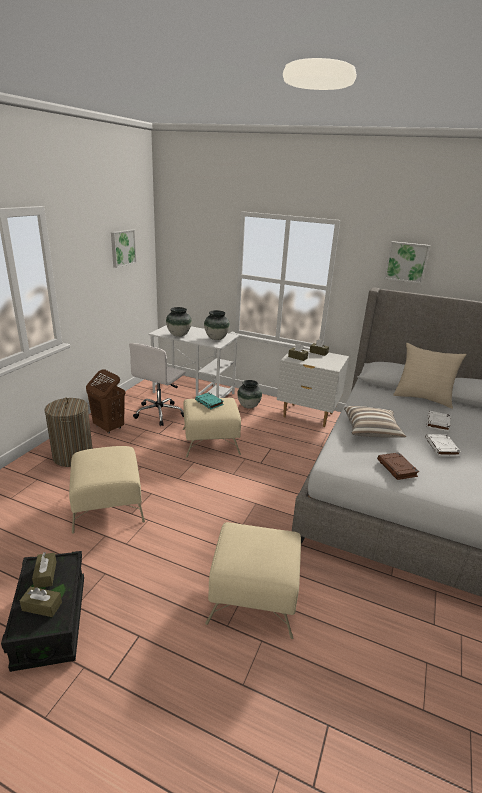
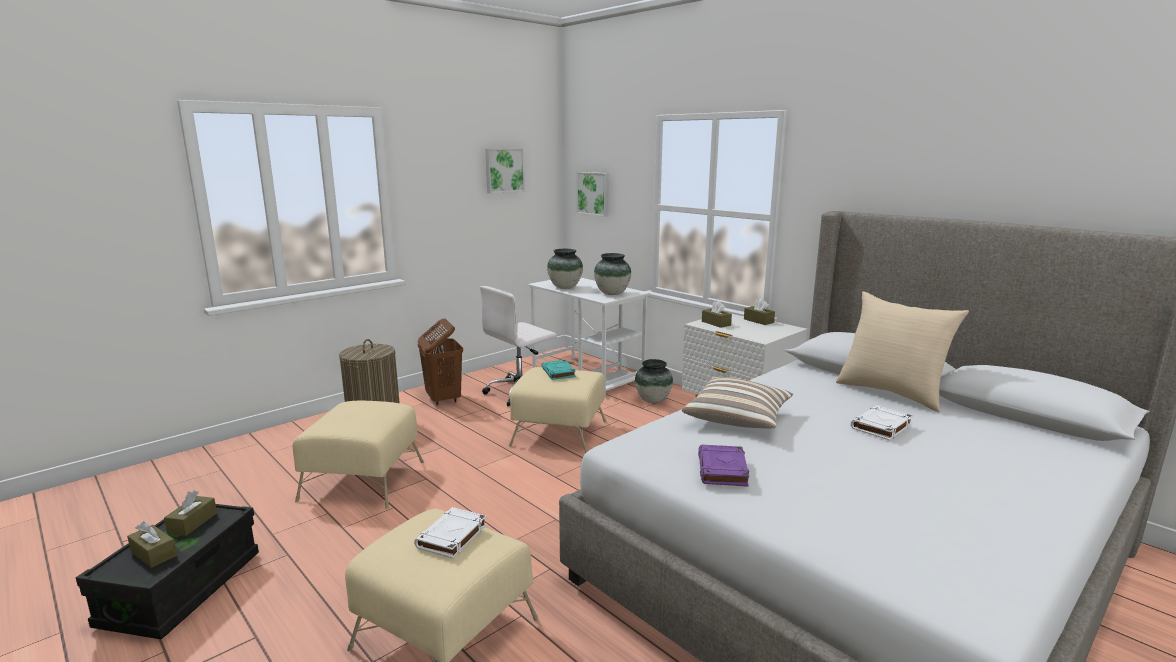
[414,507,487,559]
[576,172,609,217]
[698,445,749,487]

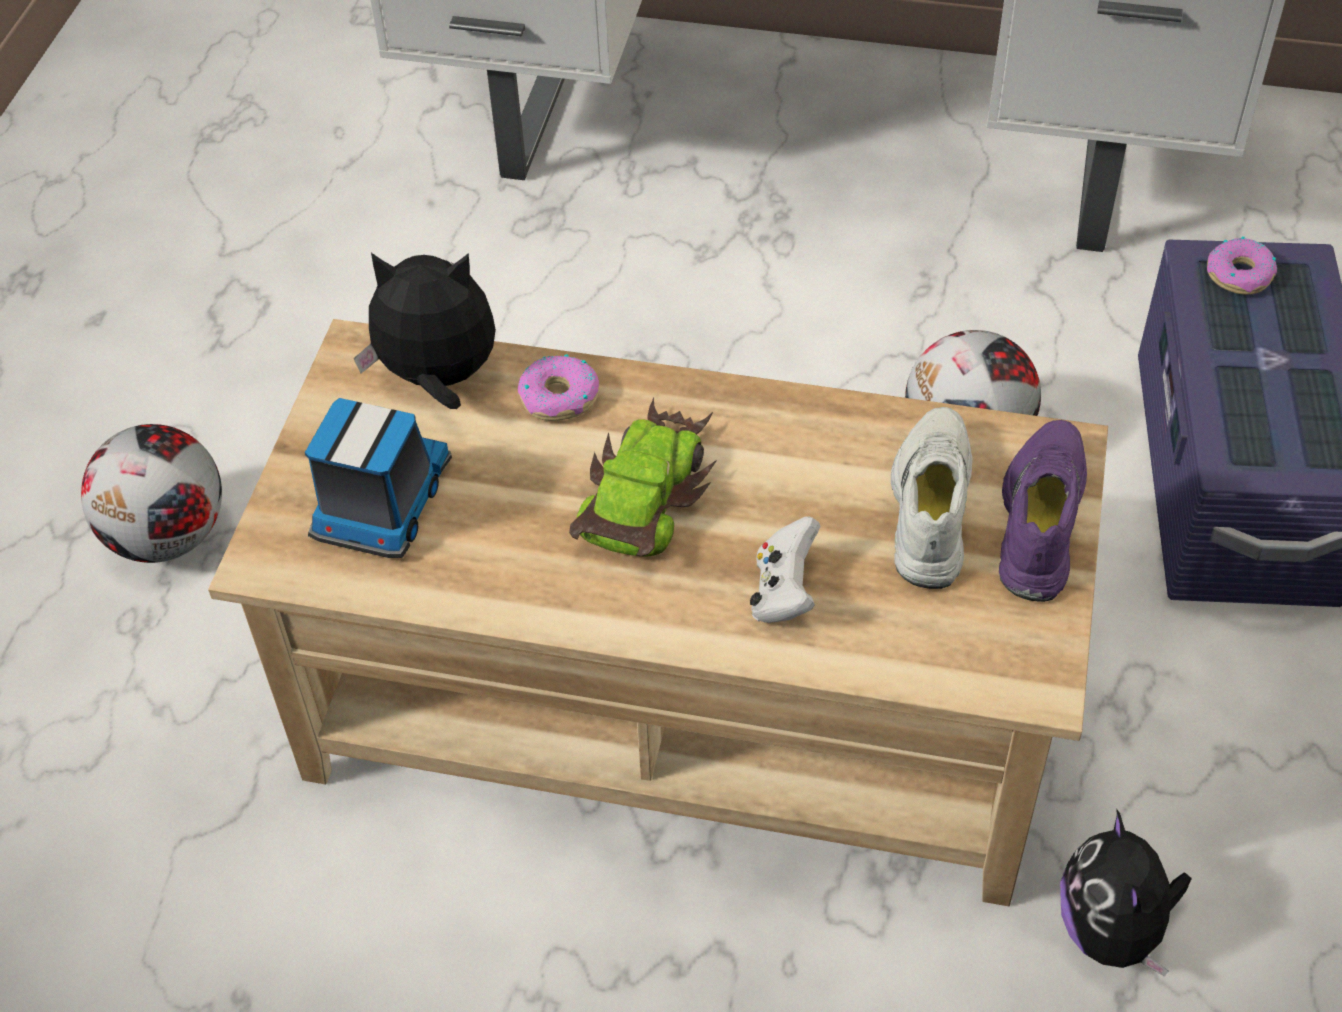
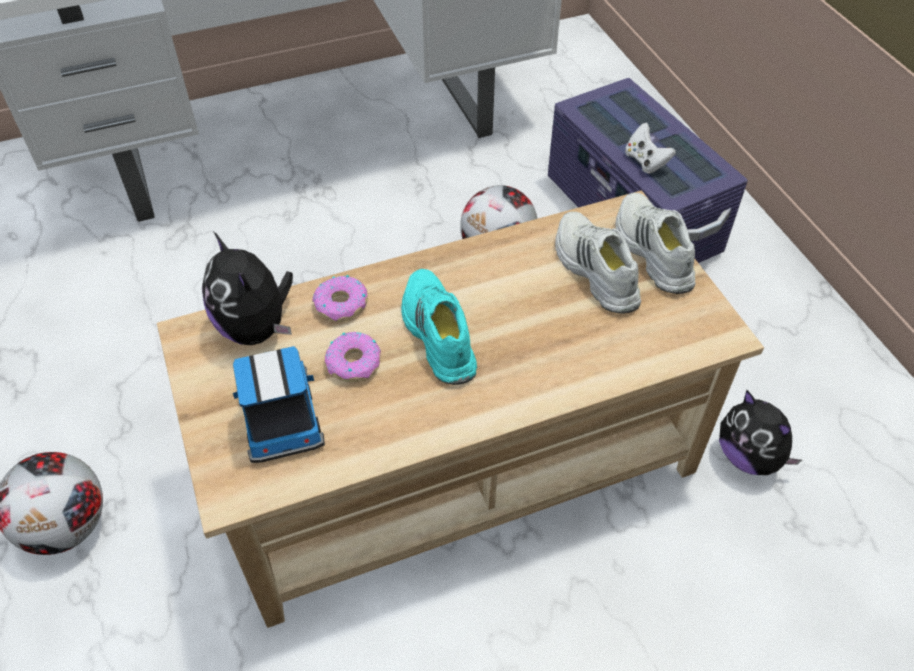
[202,232,293,345]
[325,332,381,382]
[401,269,477,385]
[615,193,696,294]
[625,123,676,174]

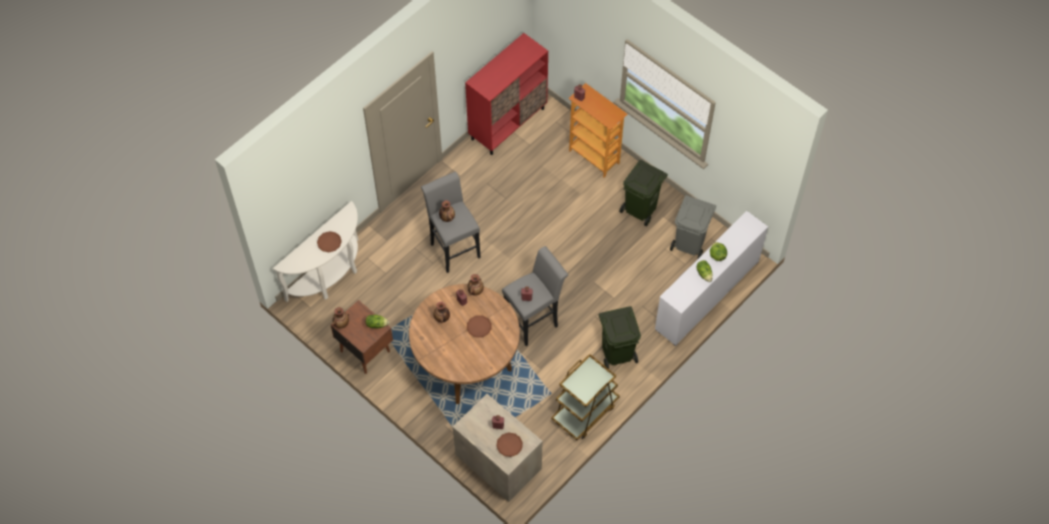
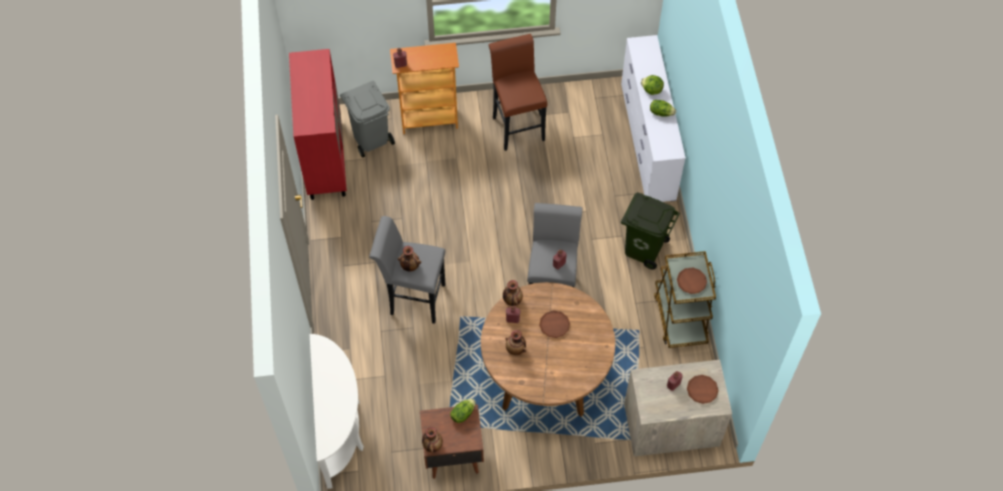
[340,80,395,158]
[489,34,547,151]
[677,267,707,294]

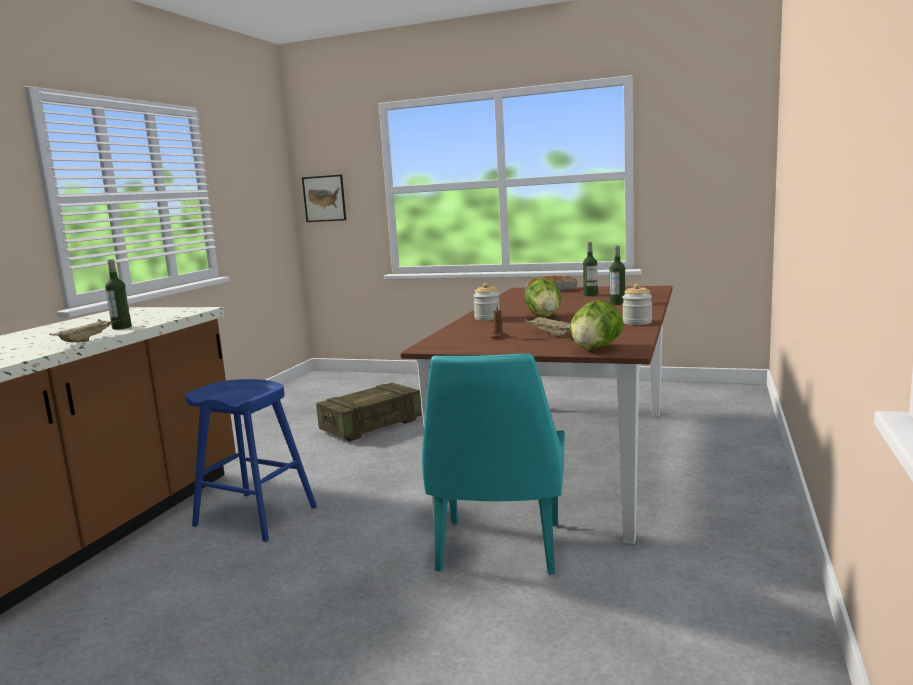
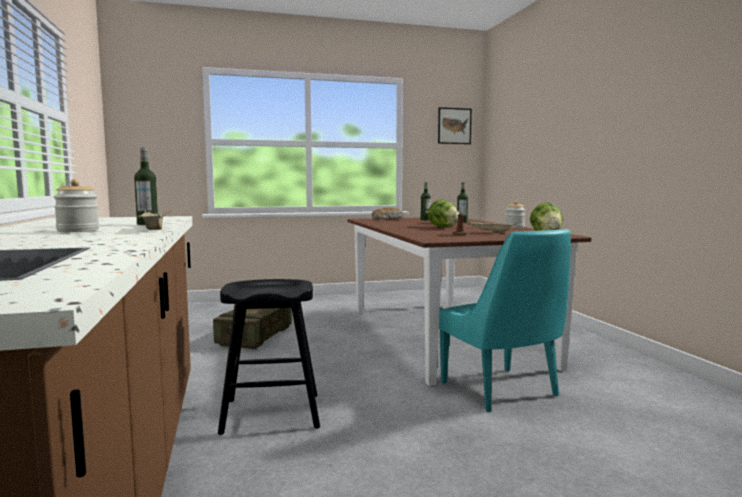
[54,179,99,232]
[218,279,320,435]
[438,107,472,144]

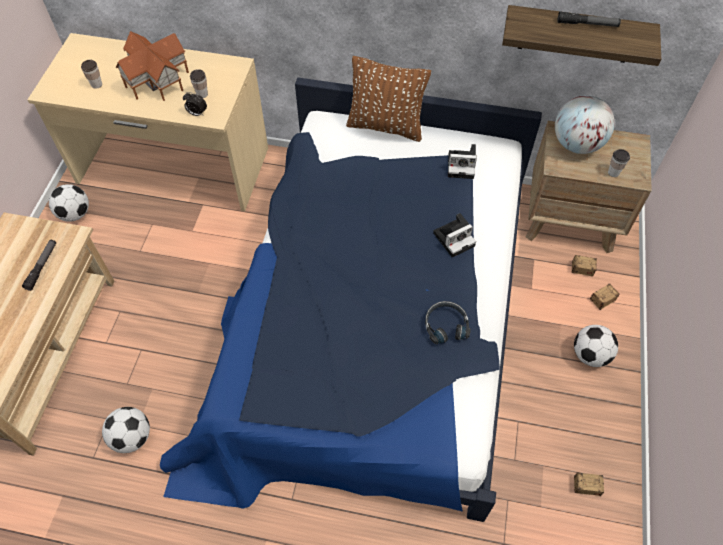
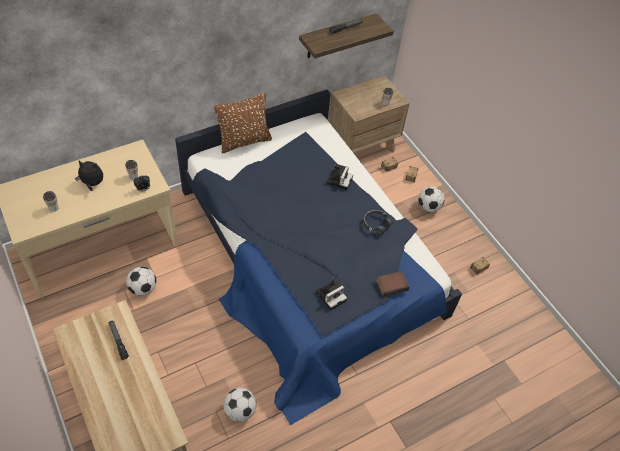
[75,161,103,191]
[126,267,156,296]
[316,277,347,310]
[376,271,409,297]
[555,95,615,154] (first image)

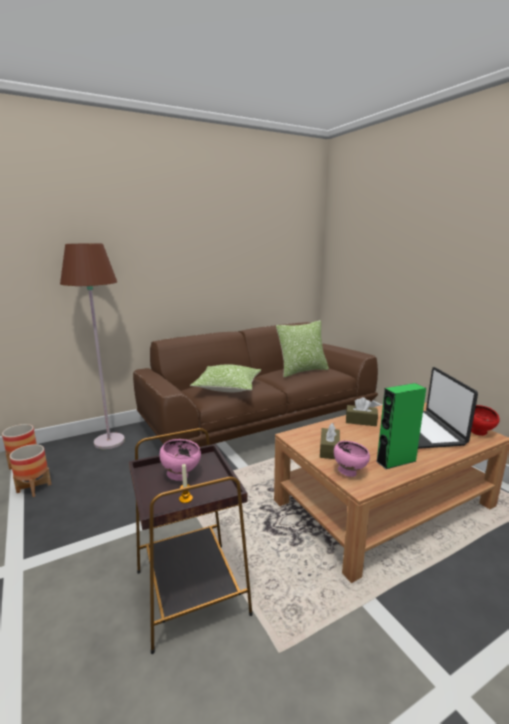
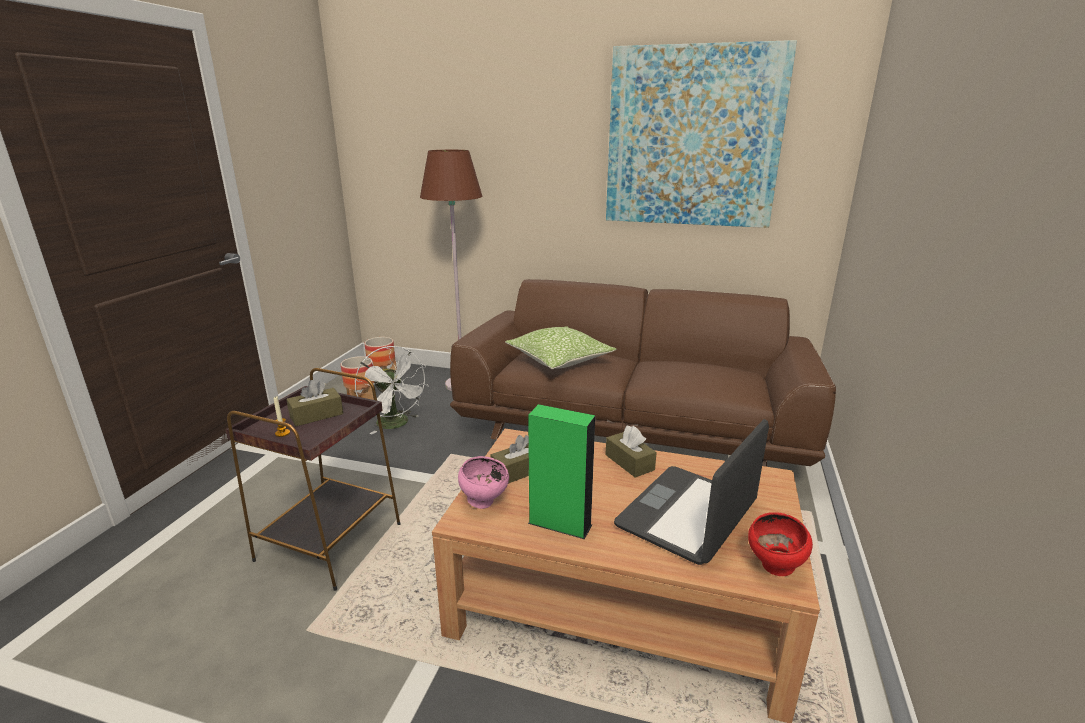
[287,380,343,426]
[355,346,429,434]
[606,40,797,228]
[276,320,329,377] (first image)

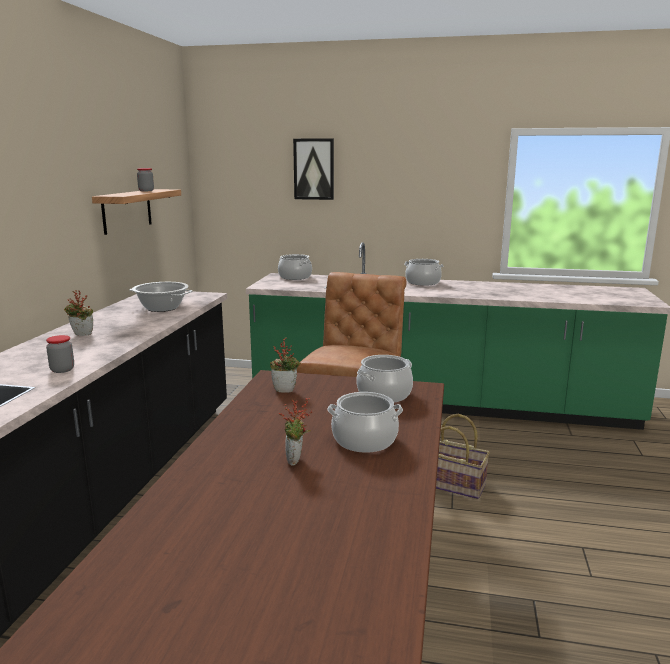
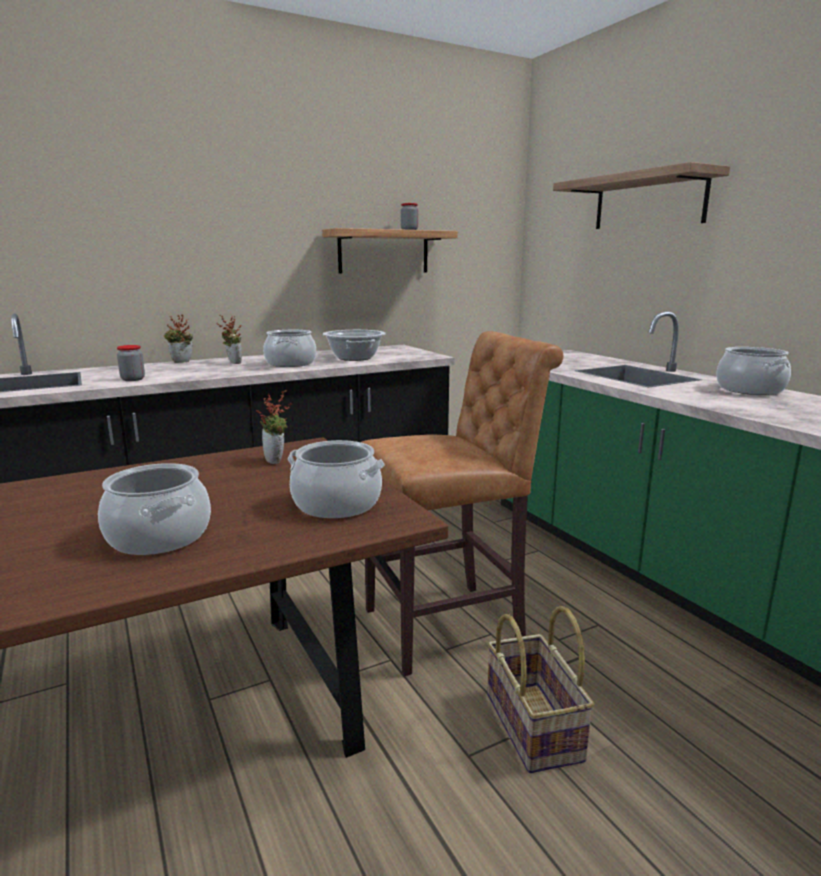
[164,314,193,363]
[263,330,316,367]
[553,162,730,229]

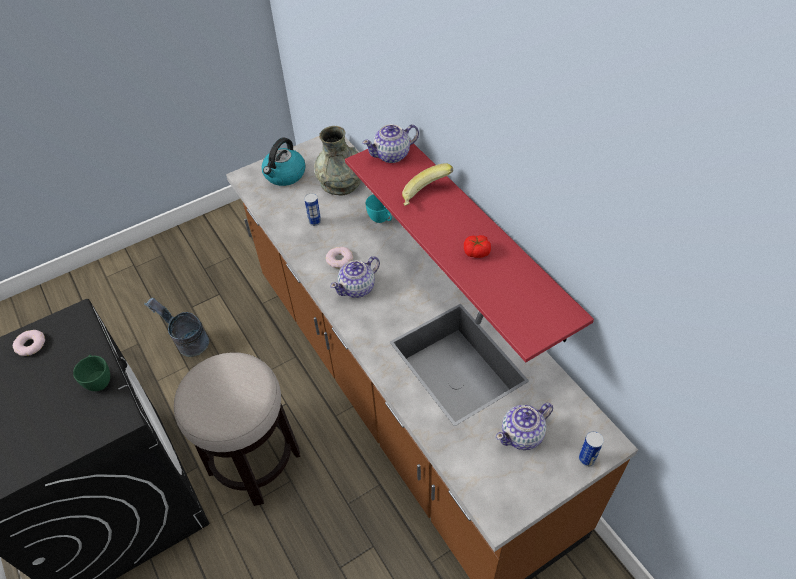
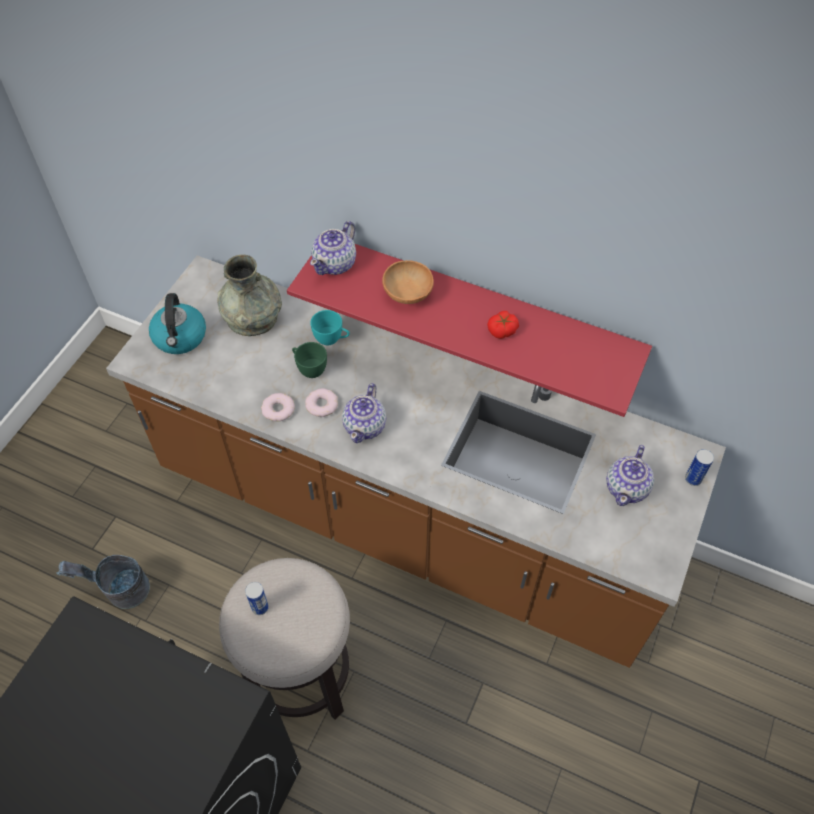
[245,582,269,615]
[261,393,295,421]
[292,342,327,378]
[382,260,434,304]

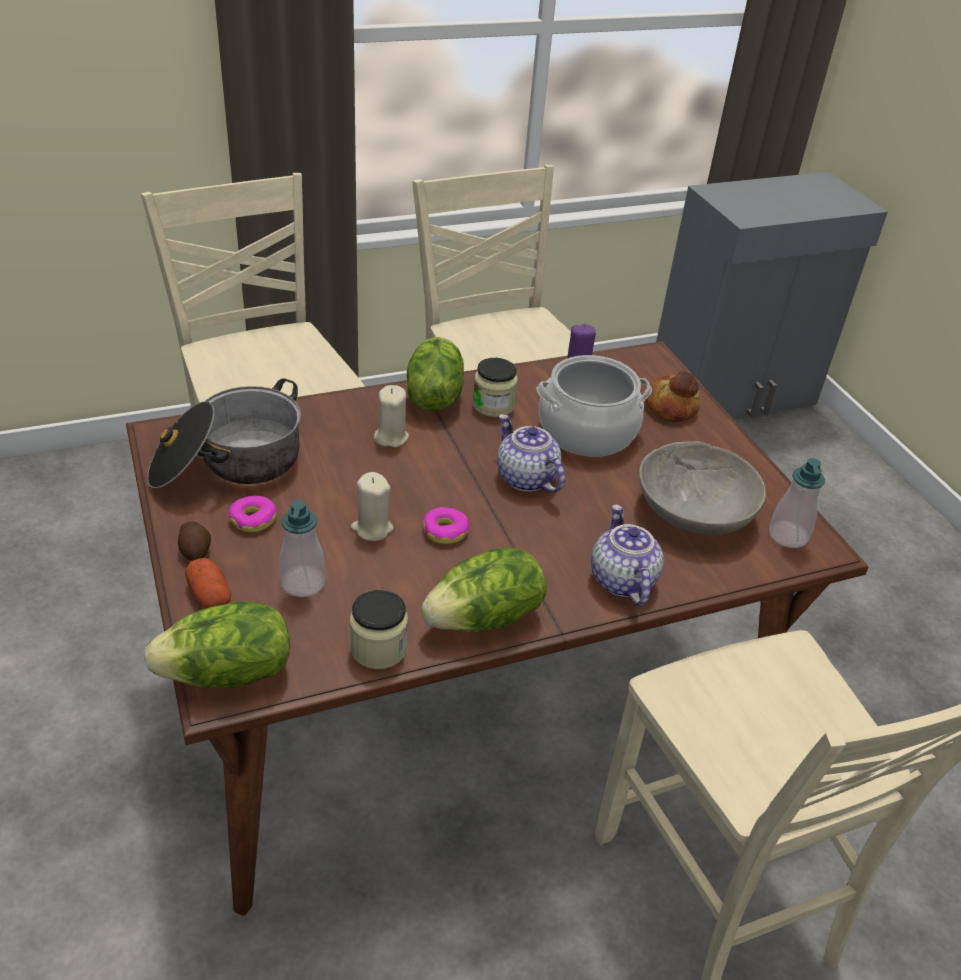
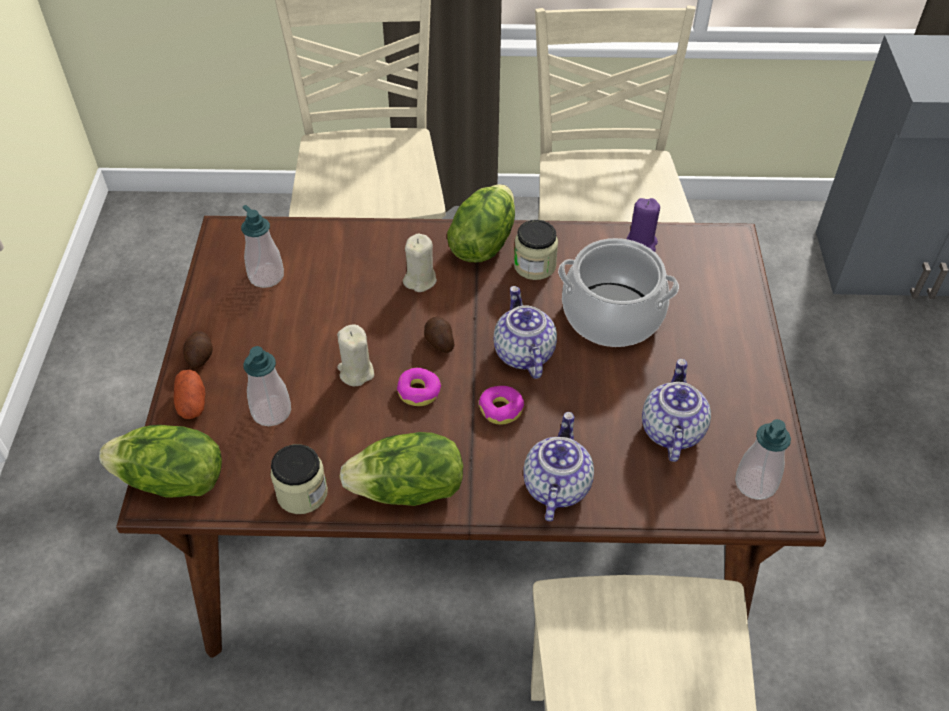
[241,205,284,288]
[424,317,454,353]
[479,386,524,425]
[642,359,711,462]
[645,371,701,422] (first image)

